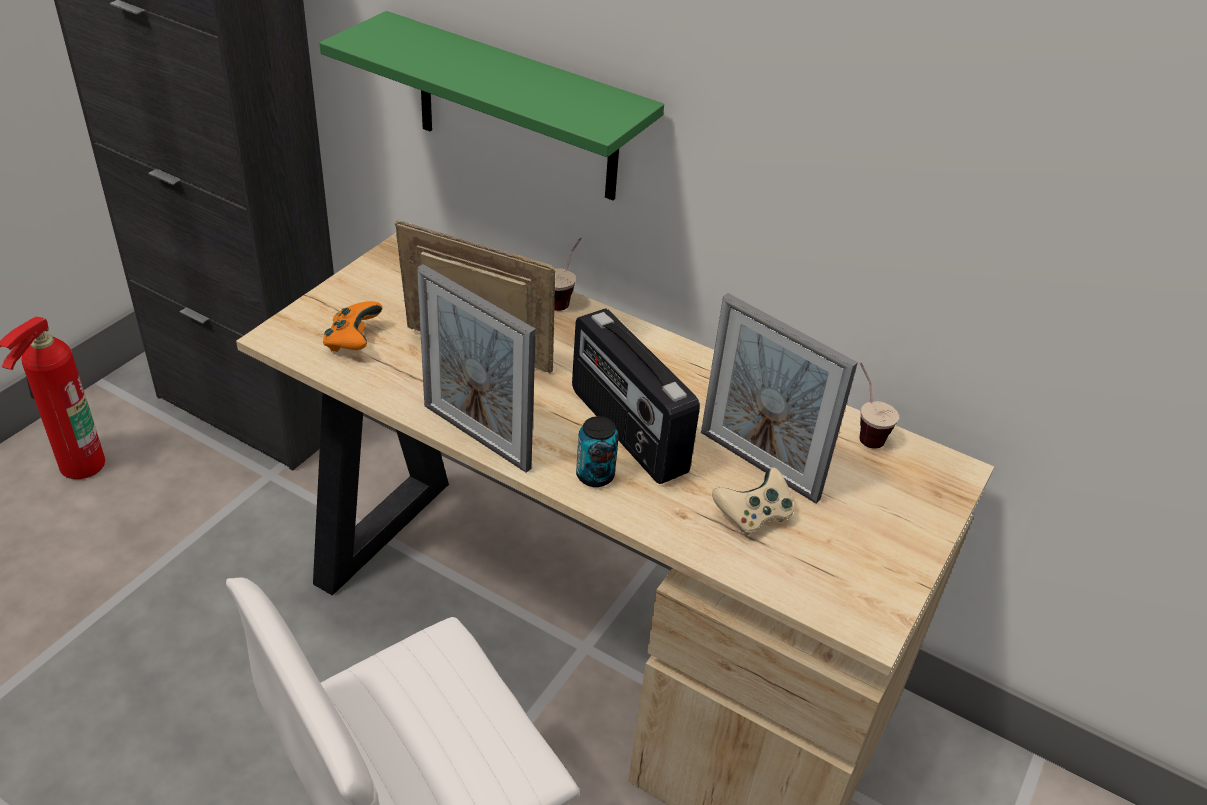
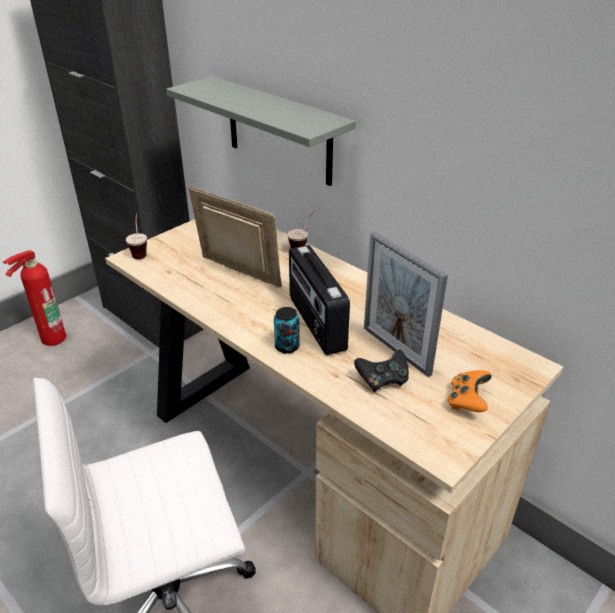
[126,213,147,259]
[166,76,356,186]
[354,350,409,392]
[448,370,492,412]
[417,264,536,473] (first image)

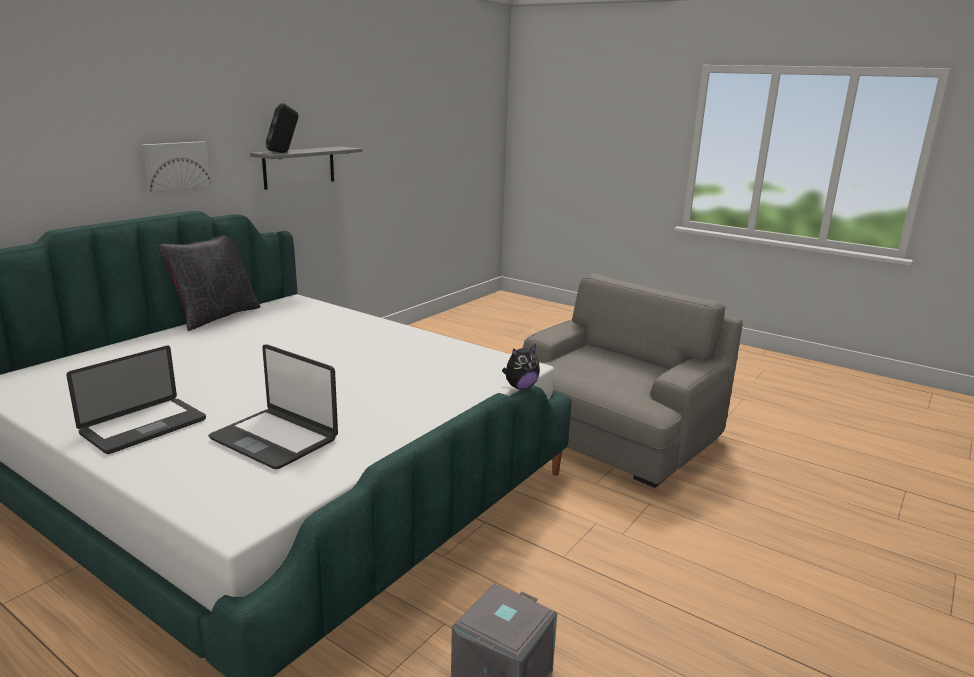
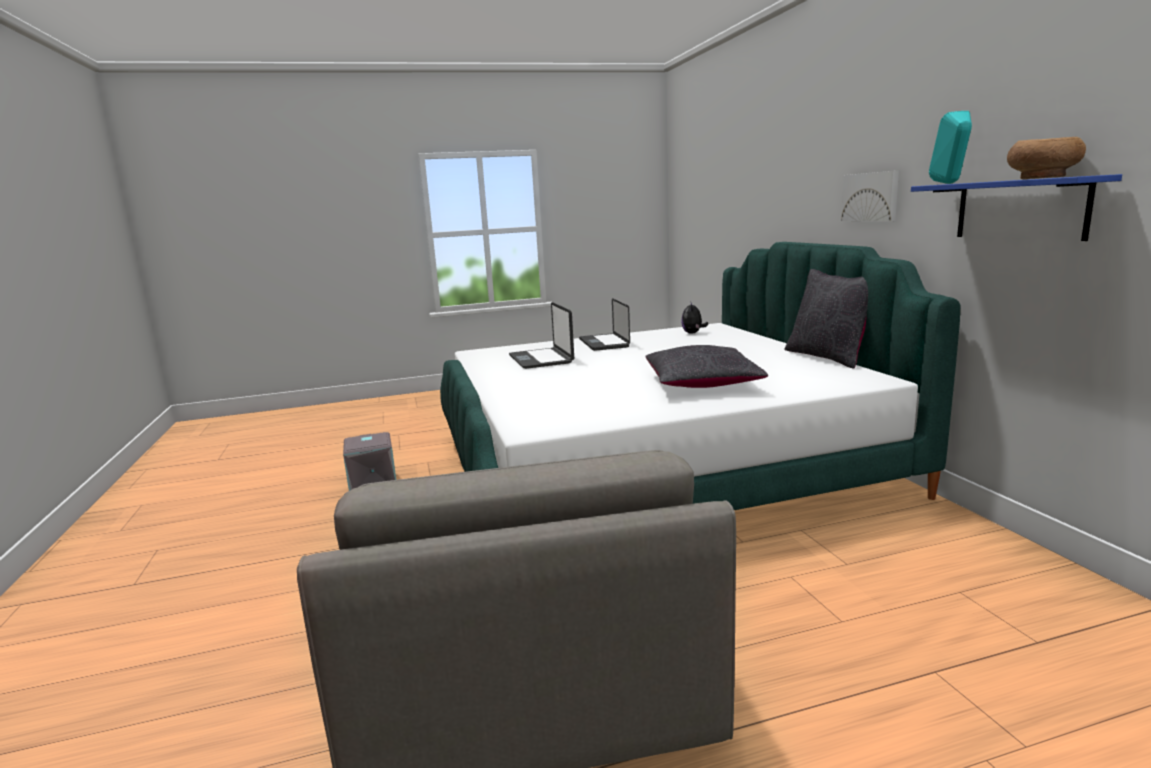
[509,302,574,369]
[645,345,768,388]
[681,303,708,334]
[911,174,1122,241]
[929,111,972,184]
[1007,137,1086,179]

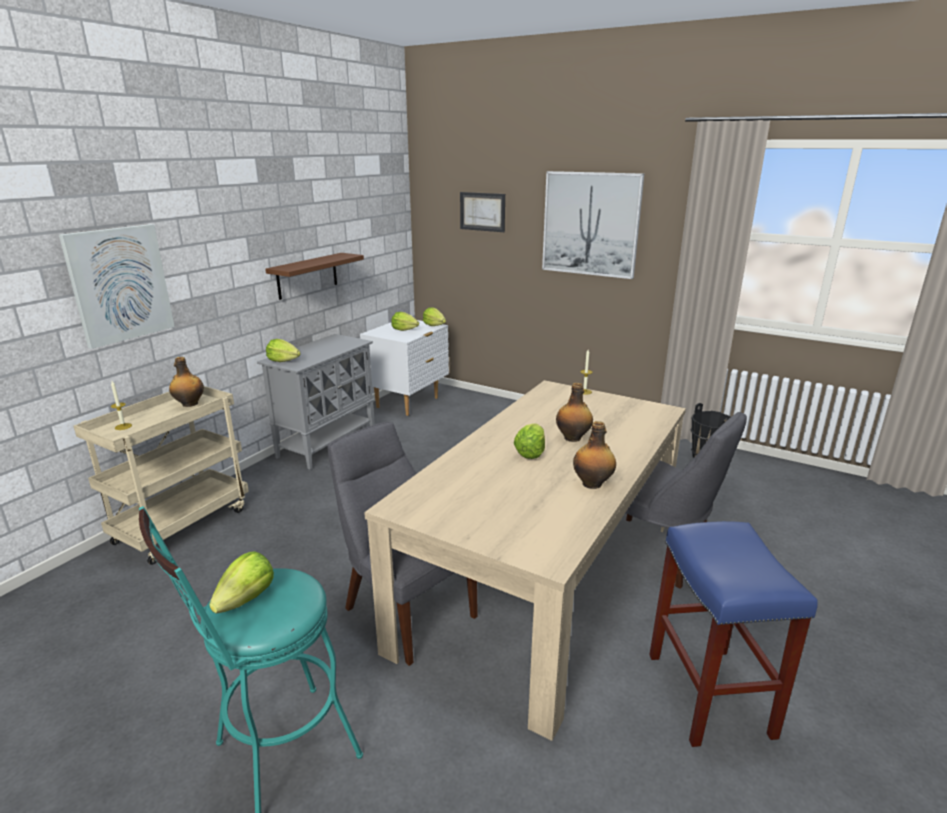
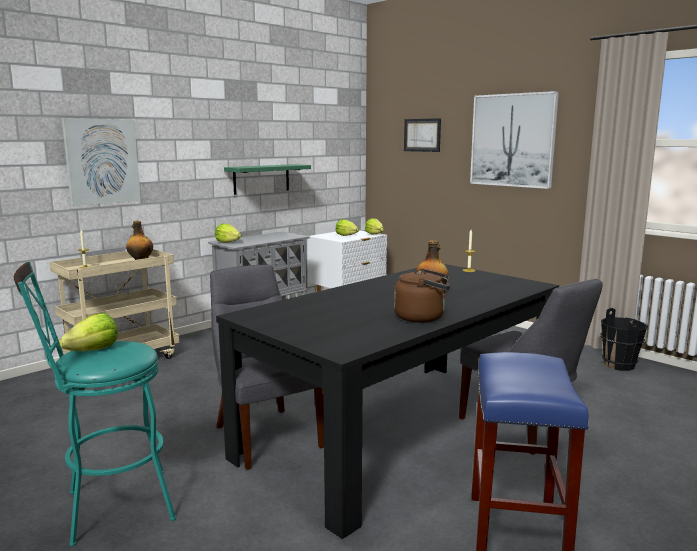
[216,264,559,539]
[224,164,311,195]
[394,268,450,323]
[514,423,545,459] (first image)

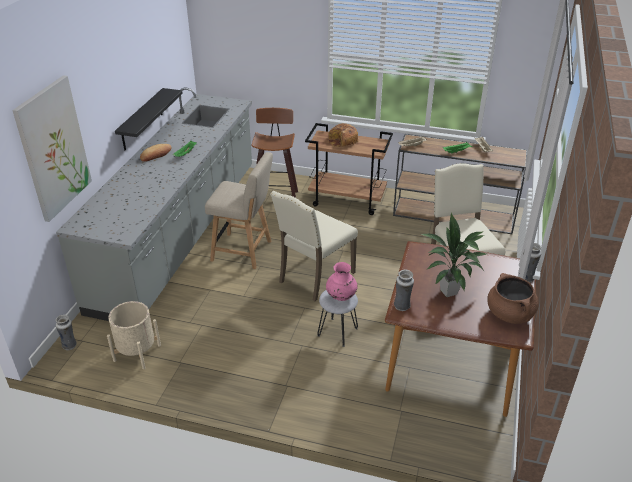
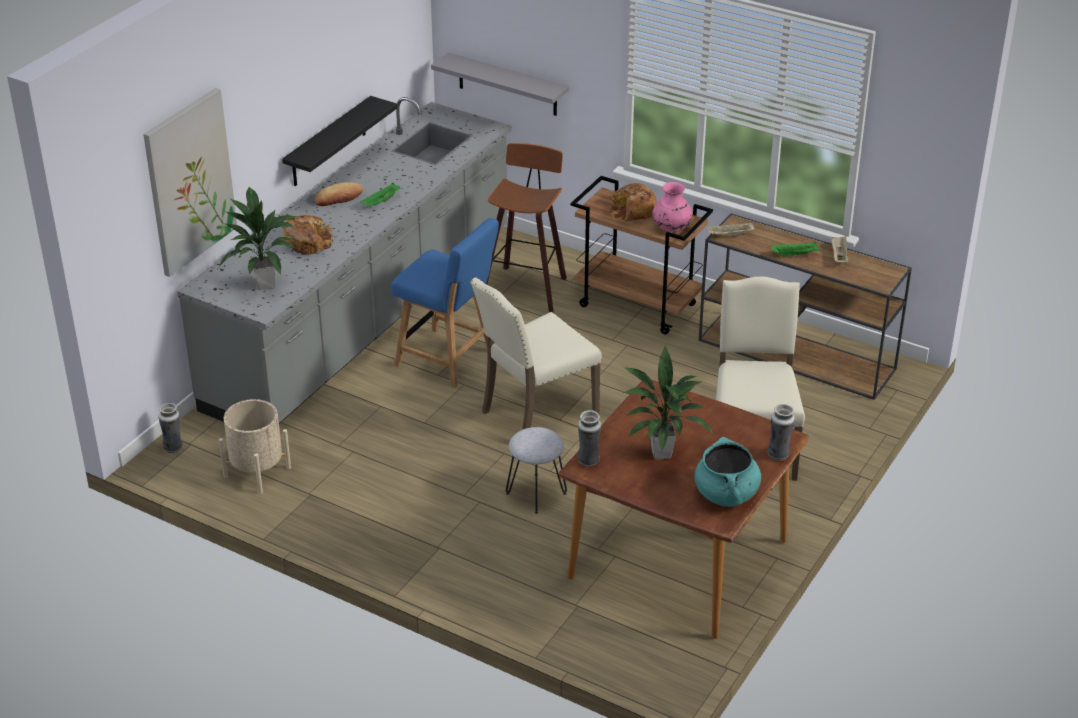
[218,187,298,290]
[283,215,333,254]
[391,218,499,388]
[431,53,569,116]
[652,182,692,232]
[694,437,761,507]

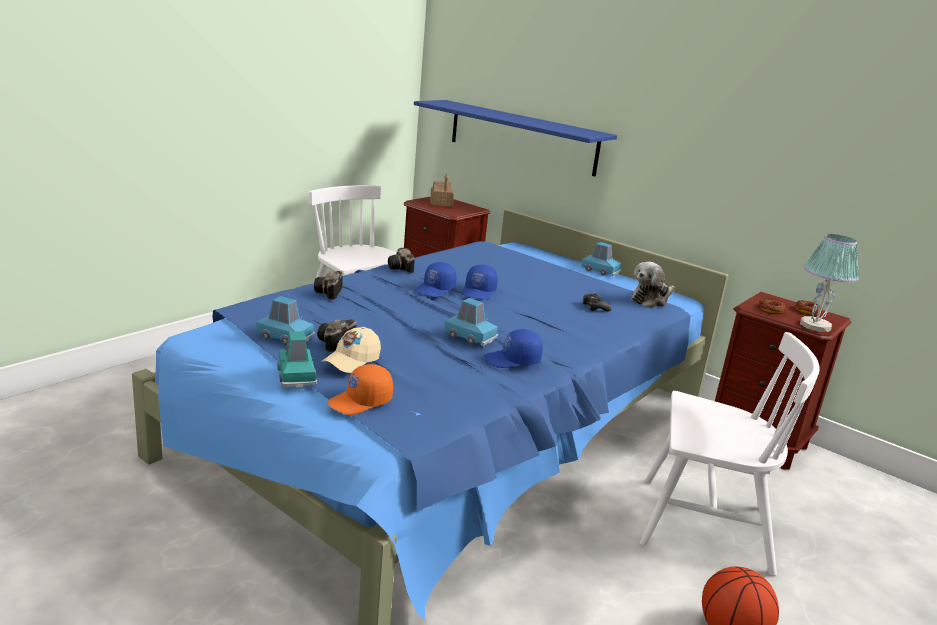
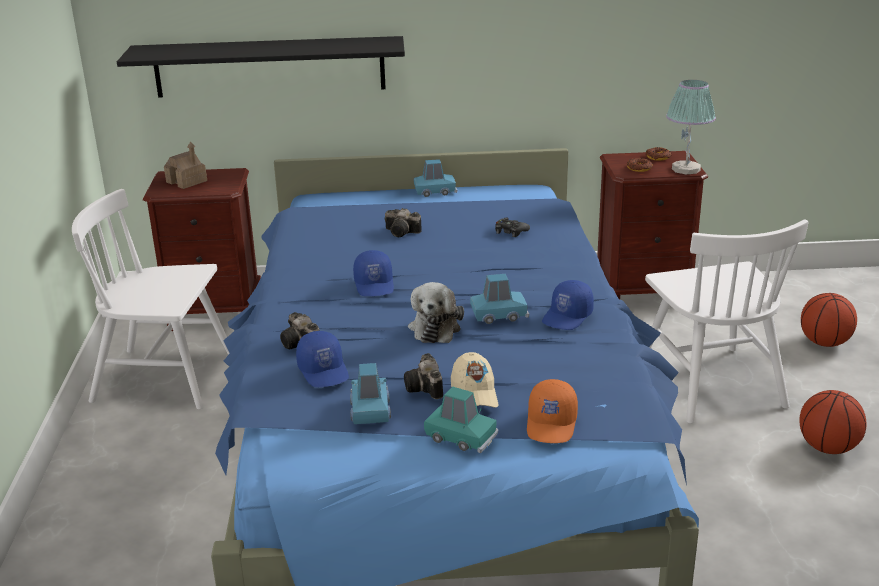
[117,36,405,98]
[296,331,349,387]
[350,363,391,424]
[384,208,422,237]
[408,282,464,343]
[645,219,808,424]
[801,293,857,347]

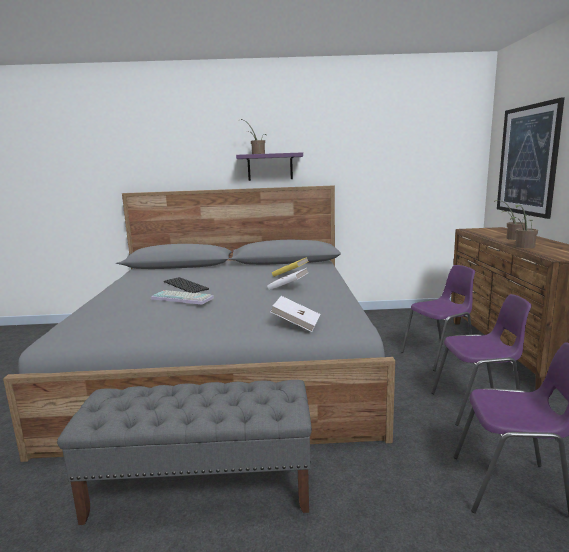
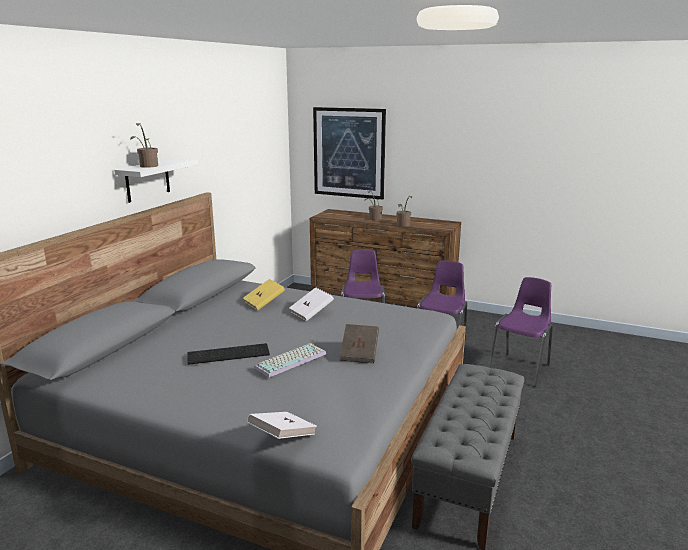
[114,158,198,203]
[247,412,317,439]
[340,324,379,363]

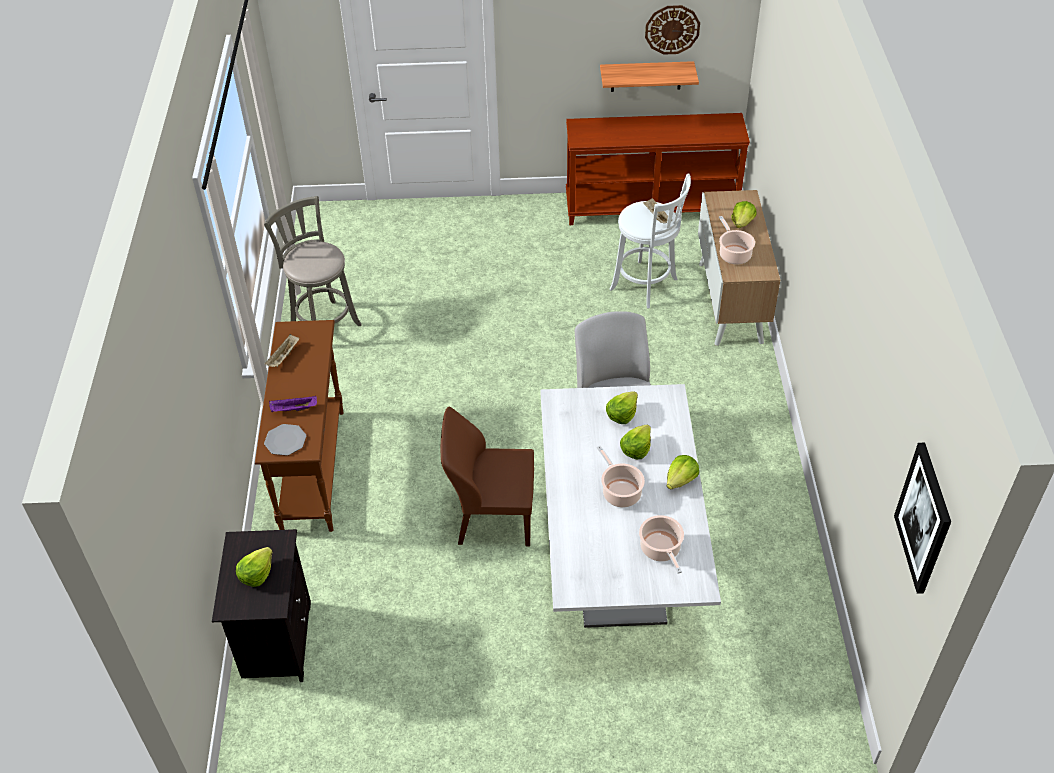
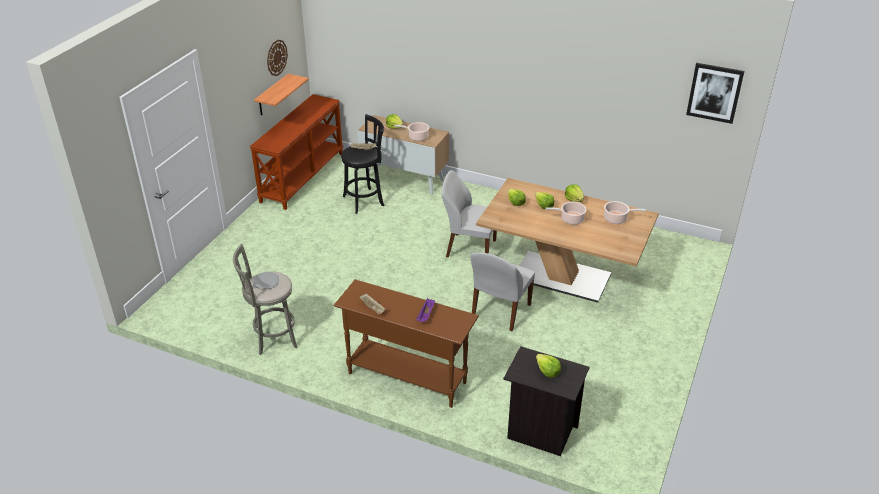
[253,272,279,289]
[341,114,384,214]
[470,252,535,332]
[476,178,659,303]

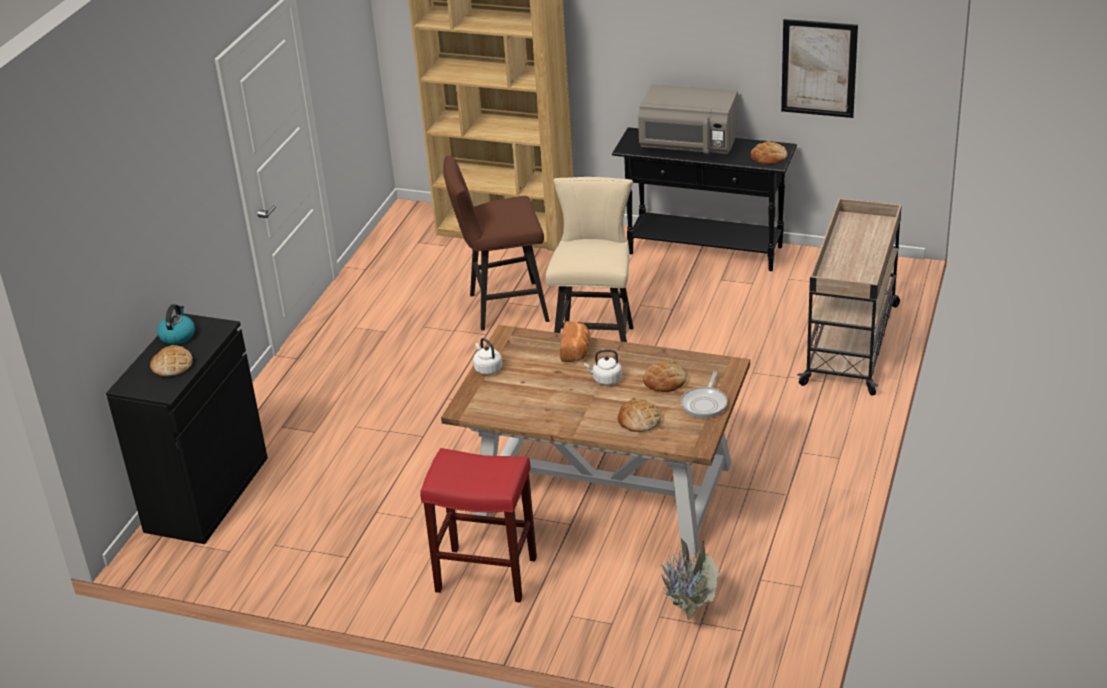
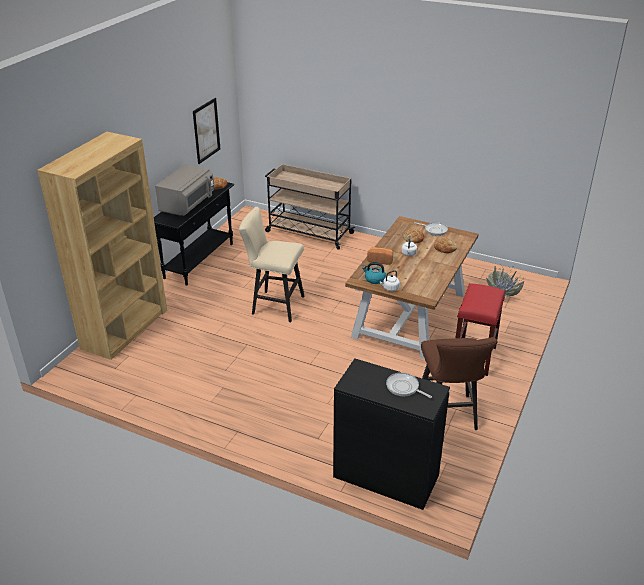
[362,262,386,284]
[386,373,432,398]
[421,337,498,430]

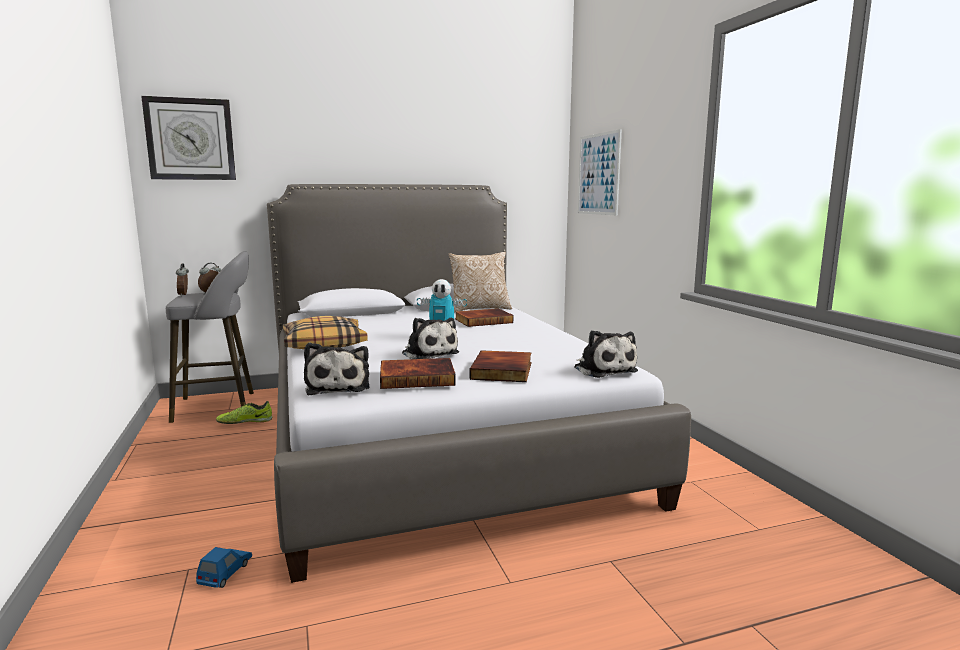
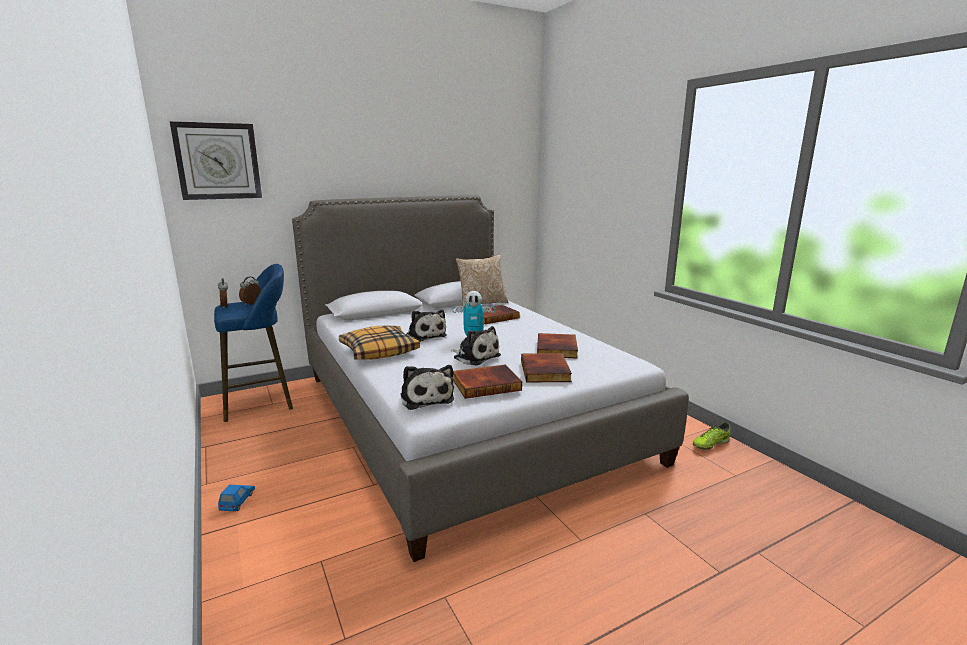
[214,264,293,422]
[218,485,255,511]
[406,310,447,342]
[537,333,578,359]
[693,422,730,450]
[578,129,622,215] (first image)

